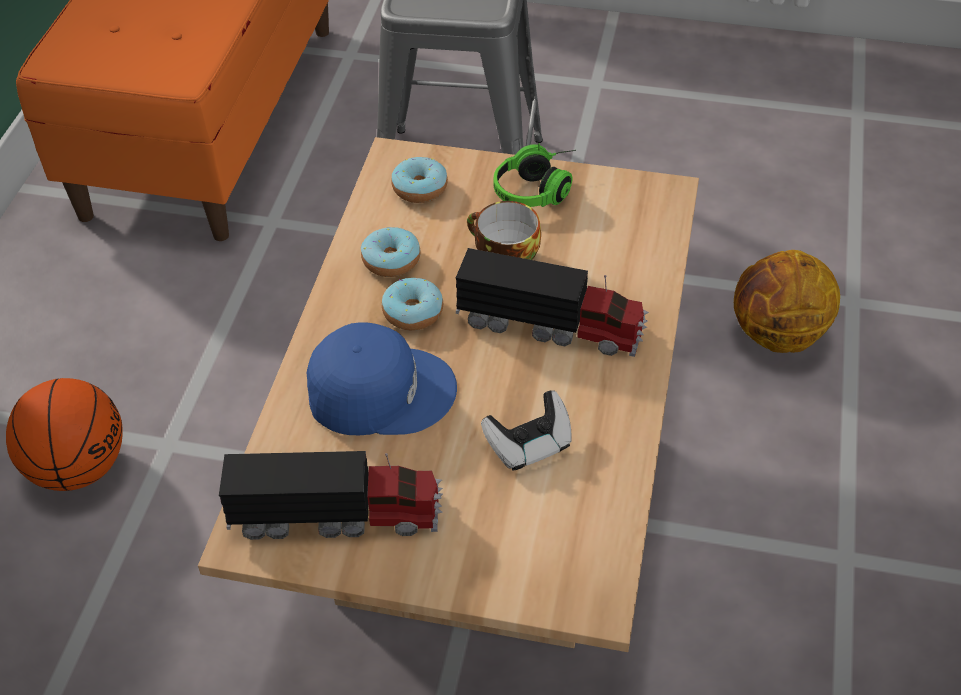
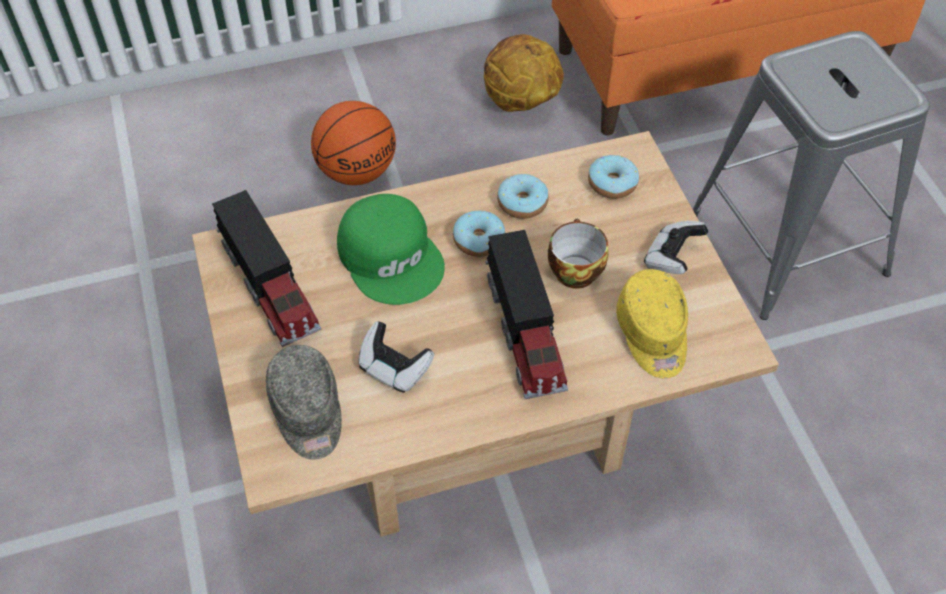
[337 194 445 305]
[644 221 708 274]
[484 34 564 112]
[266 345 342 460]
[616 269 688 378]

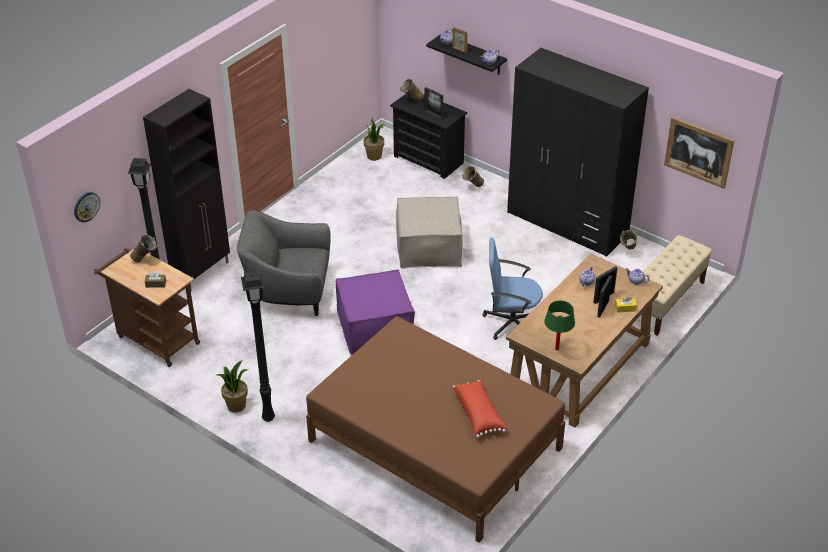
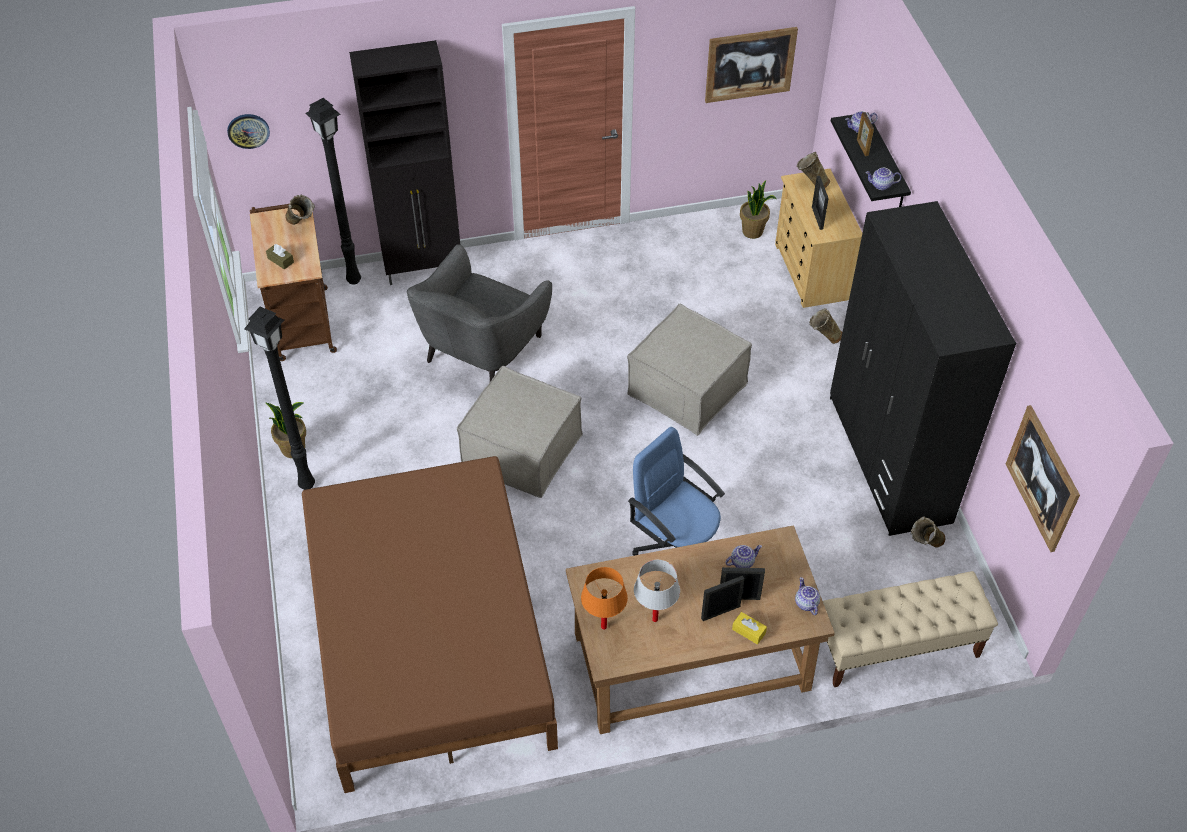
[407 244 552 382]
[457 366 583 498]
[775 169 862 308]
[453 380 507 438] (first image)
[581 567 628 630]
[634 560 680 622]
[705 27 798 103]

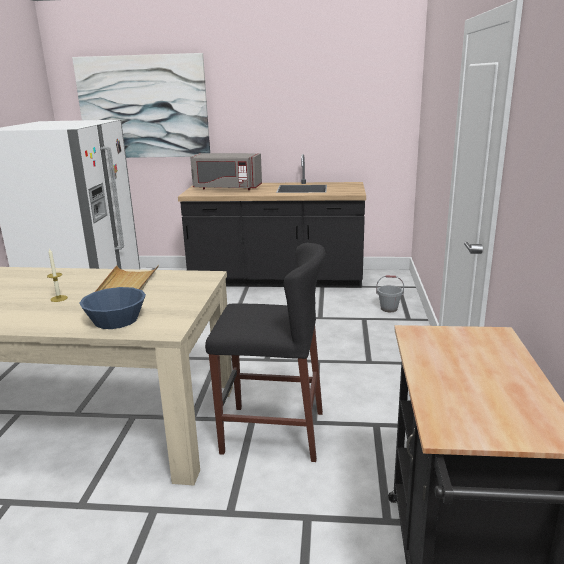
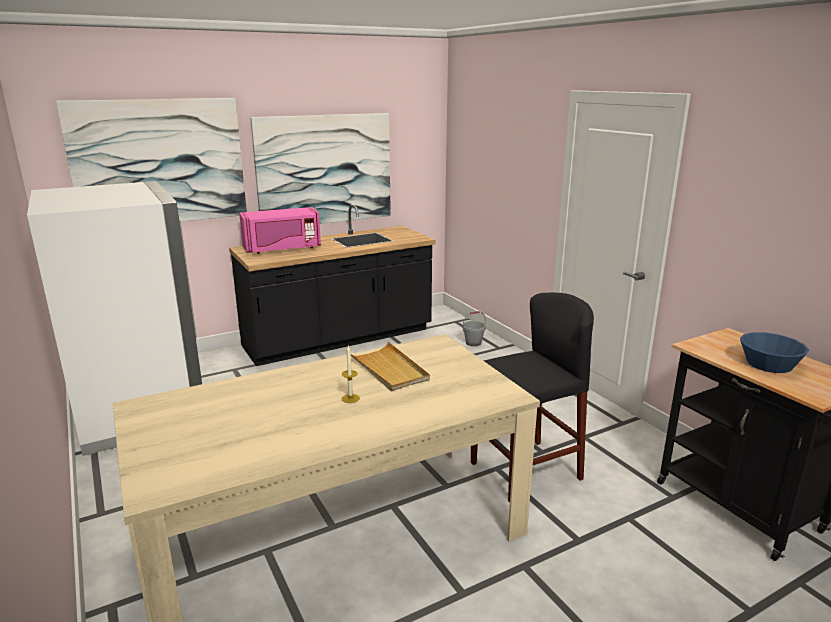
[740 332 809 373]
[239 207 321 254]
[250 113 391 224]

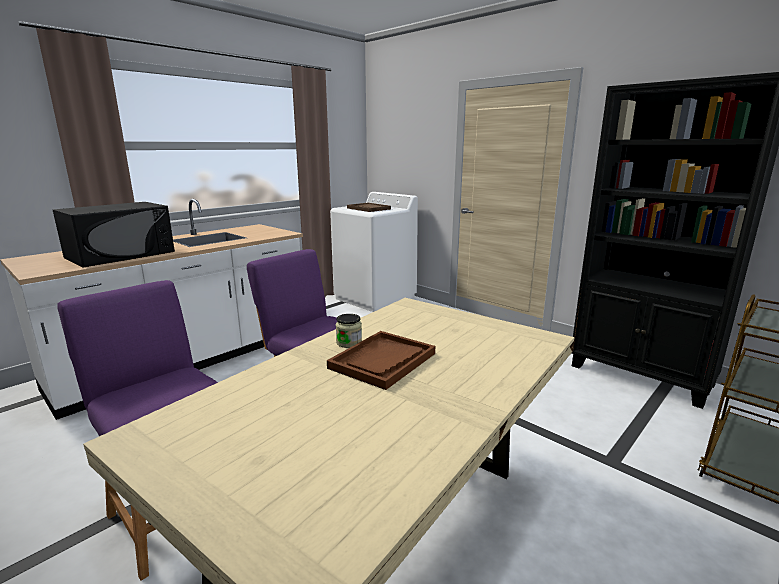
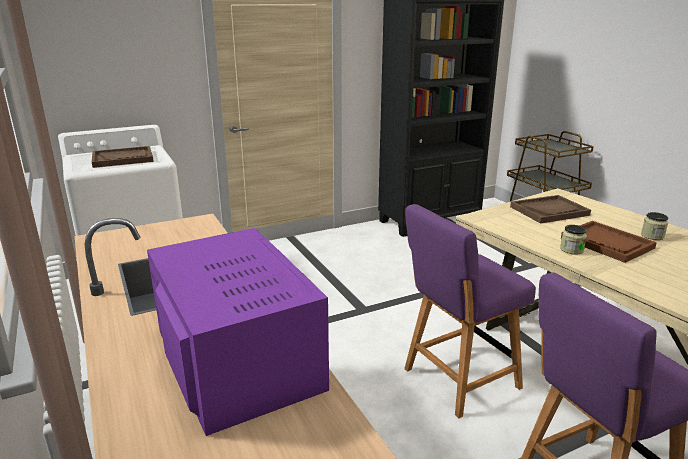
[147 228 329 436]
[510 195 591 224]
[641 212 668 240]

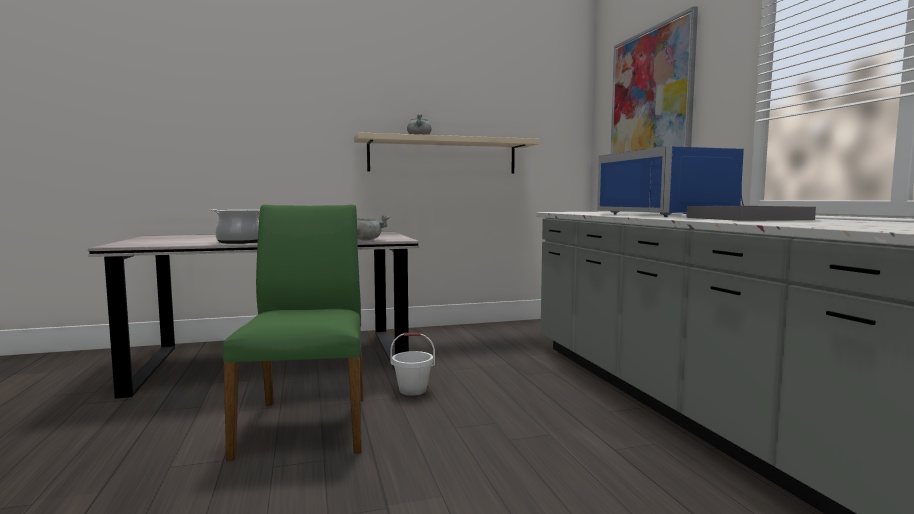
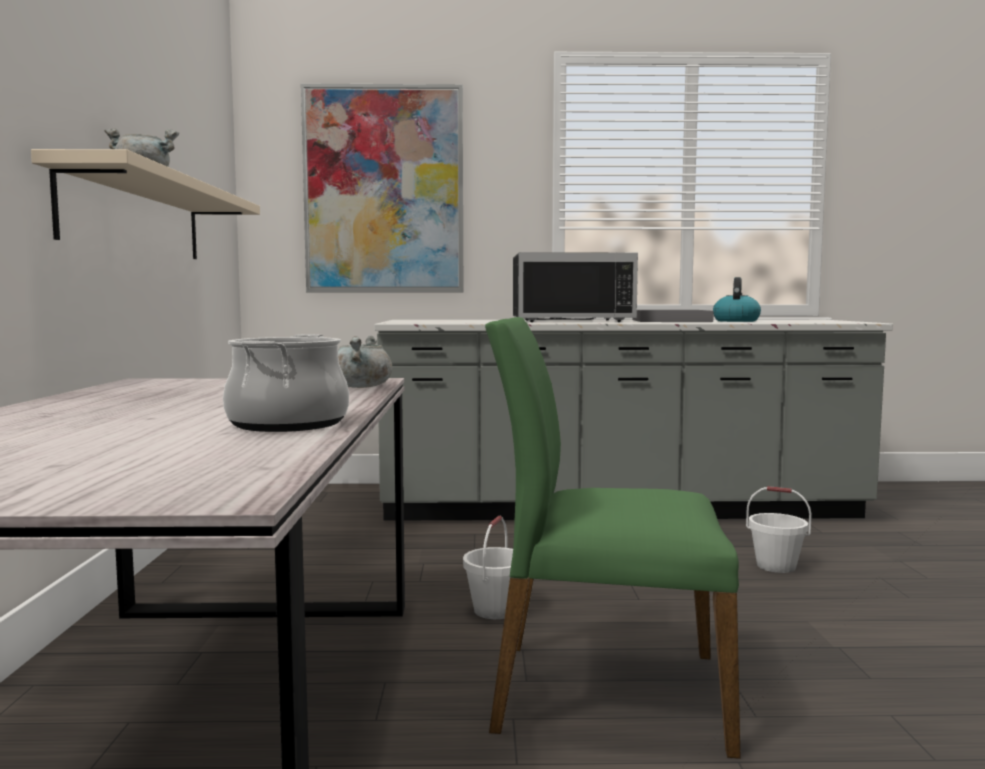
[513 252 638 322]
[713 277 761 322]
[746 486 812 573]

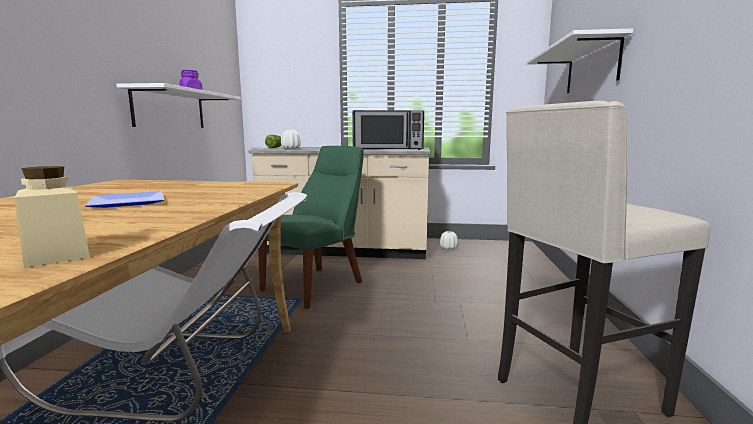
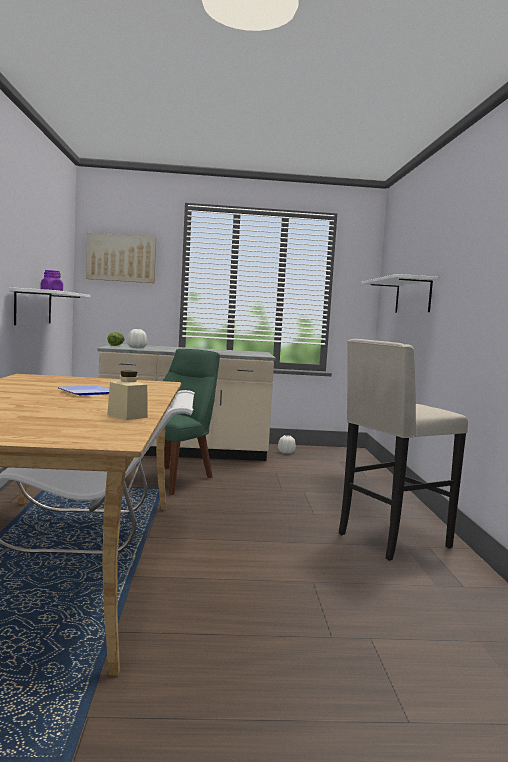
[352 110 424 150] (first image)
[86 233 156 283]

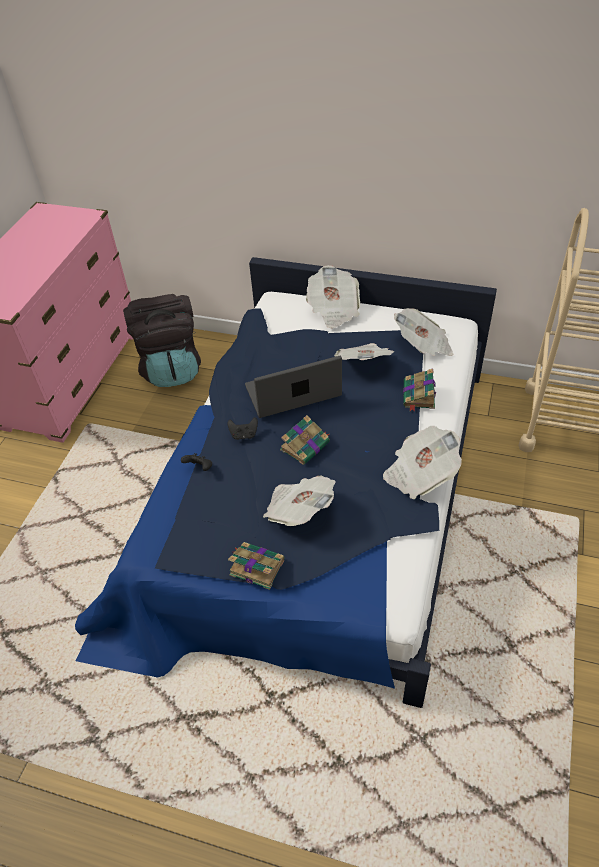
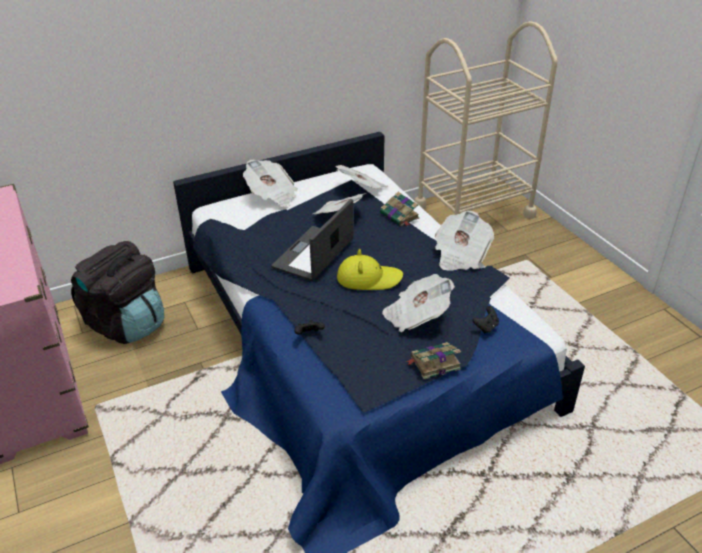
[473 306 499 333]
[337 249 403 290]

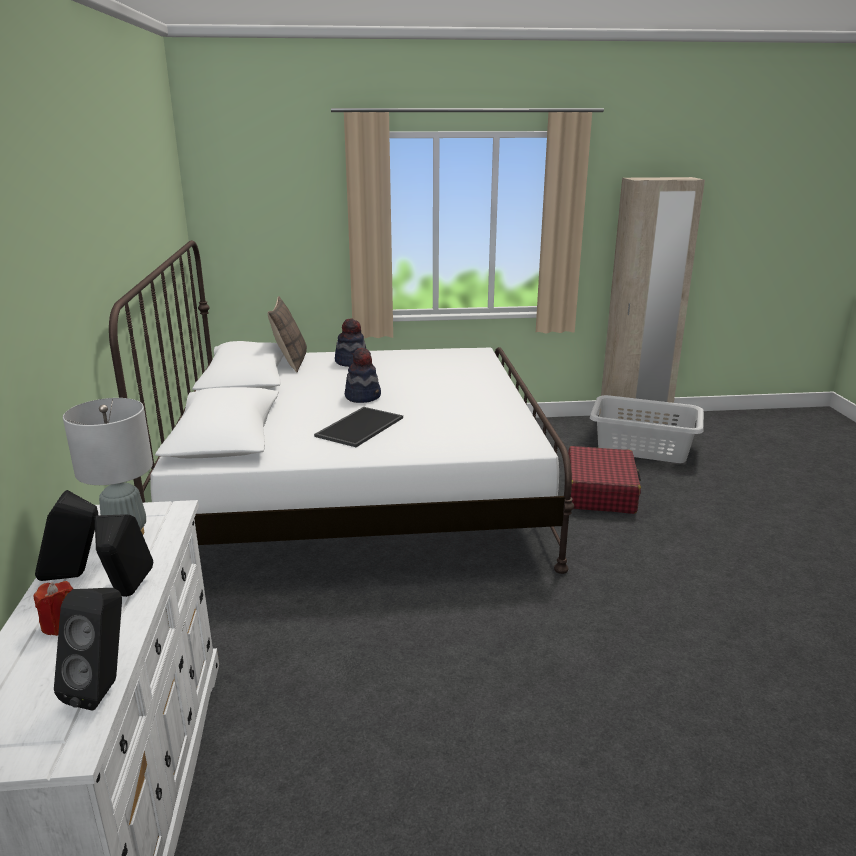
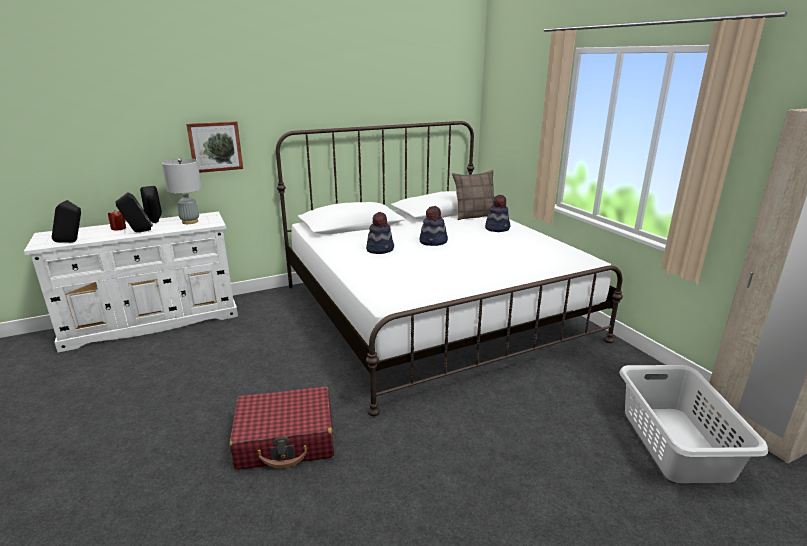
[366 212 394 254]
[229 386 334 470]
[186 121 243 173]

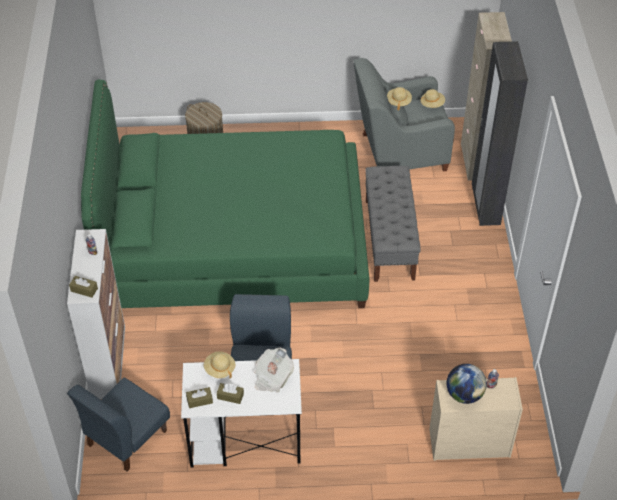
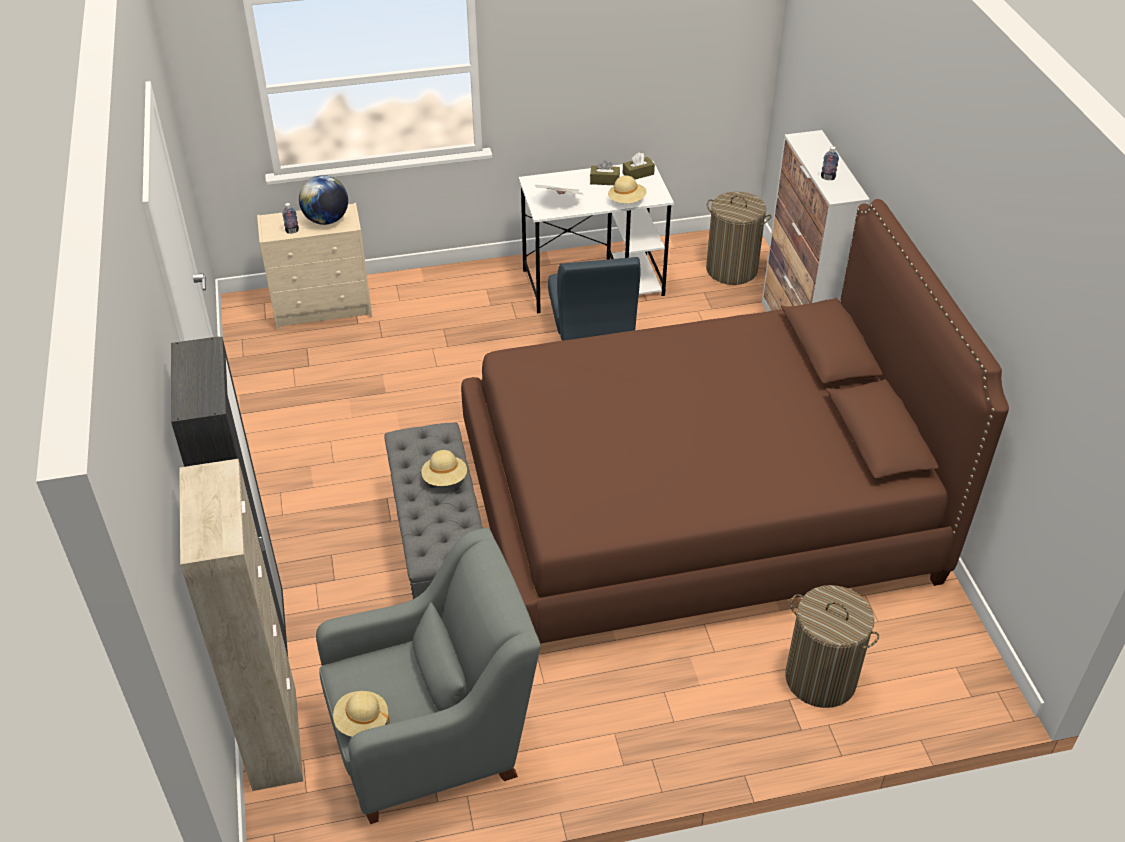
[706 192 772 285]
[69 276 98 298] (first image)
[461 199 1009 644]
[421 450 467 486]

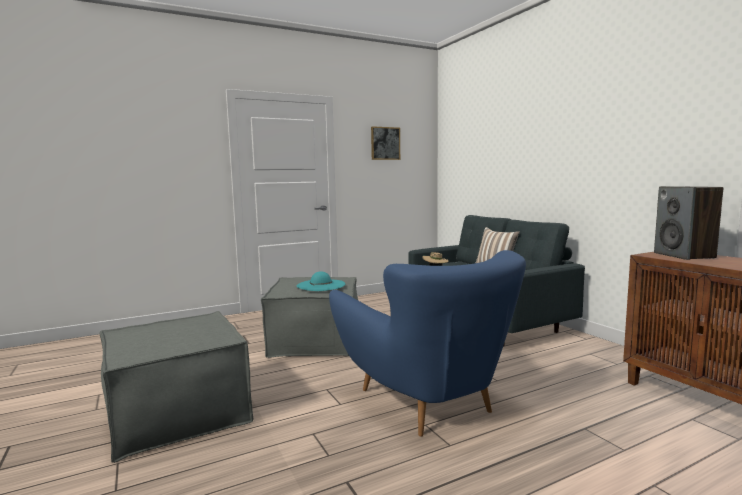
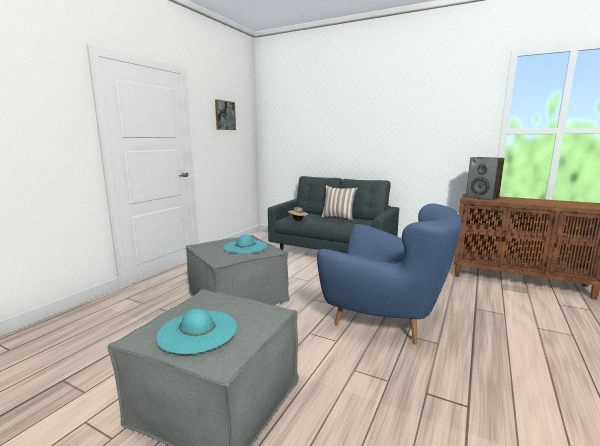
[156 308 237 354]

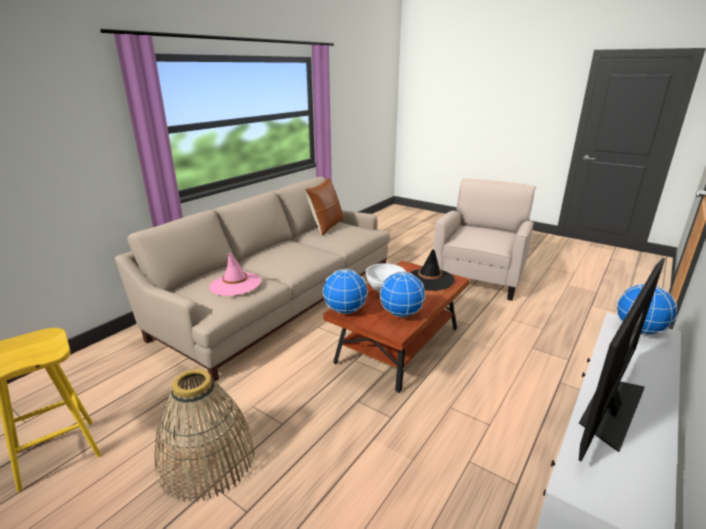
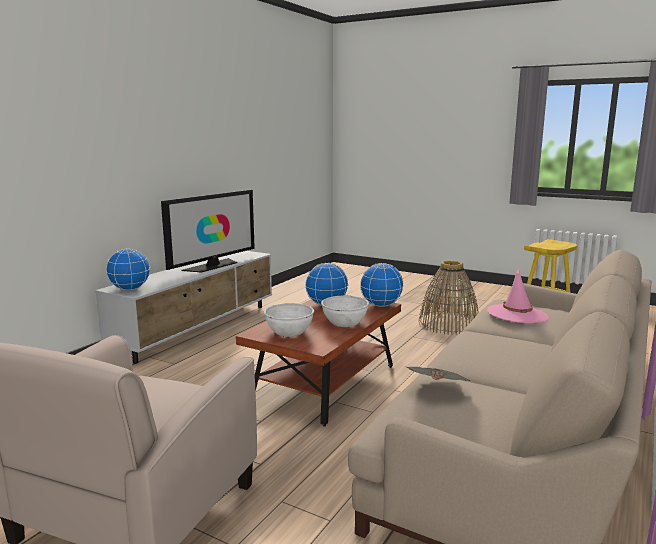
[305 178 344 236] (first image)
[264 303 314 337]
[404 366 470 381]

